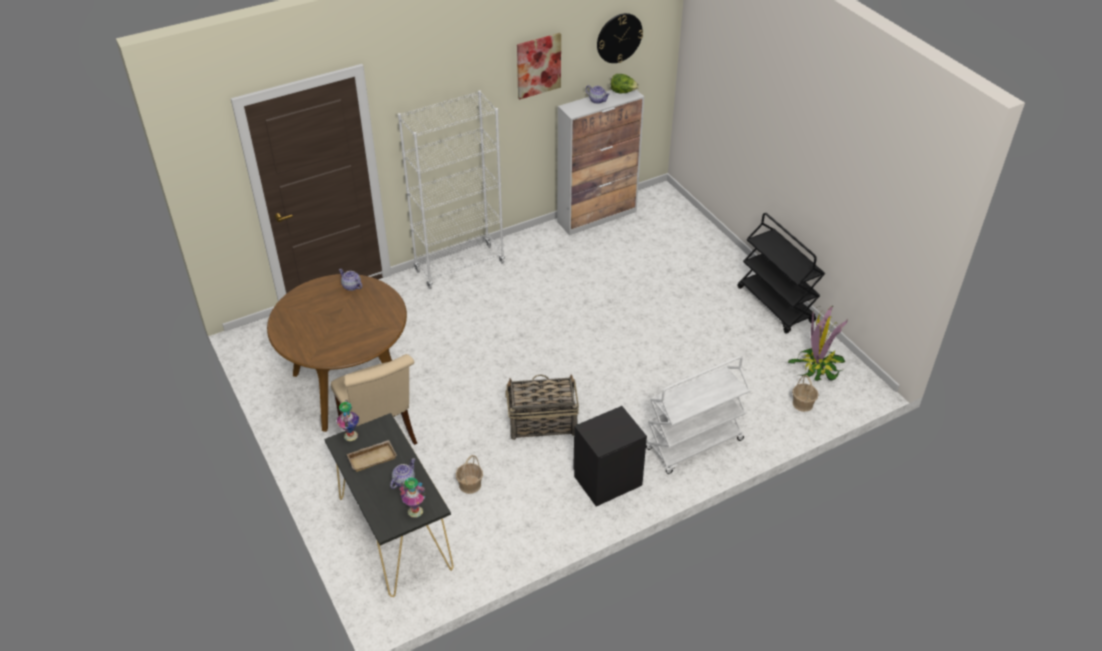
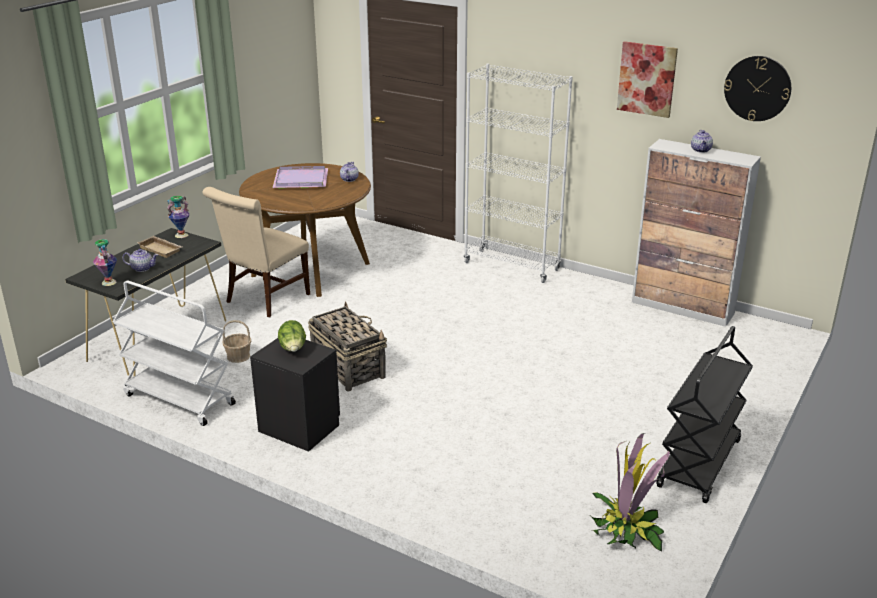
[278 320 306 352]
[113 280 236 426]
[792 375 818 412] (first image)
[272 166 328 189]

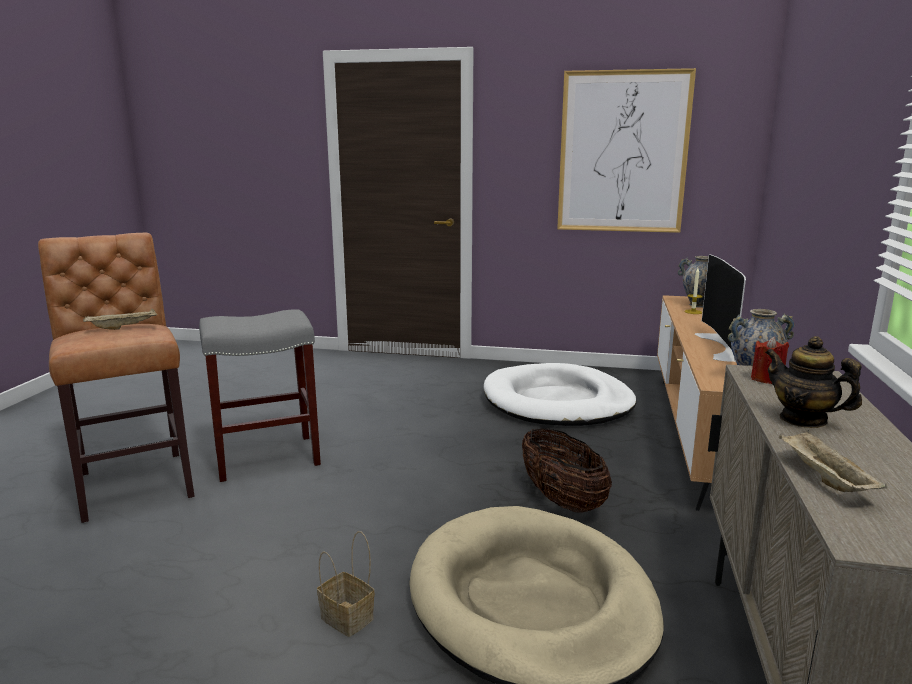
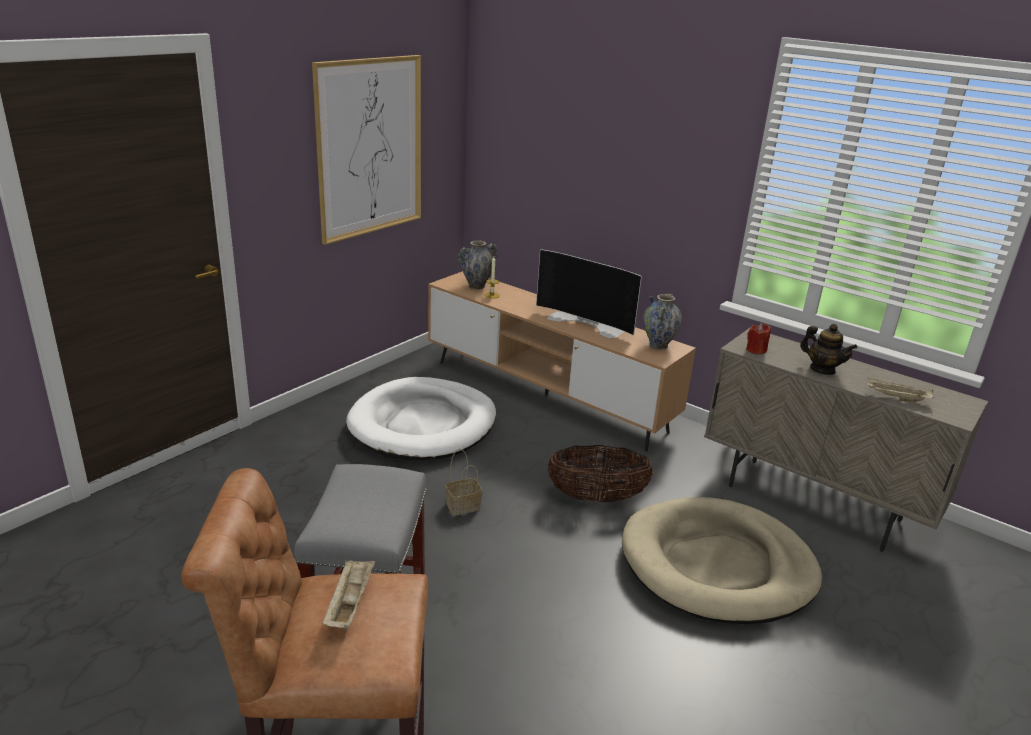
[445 449 482 516]
[800 324 857 375]

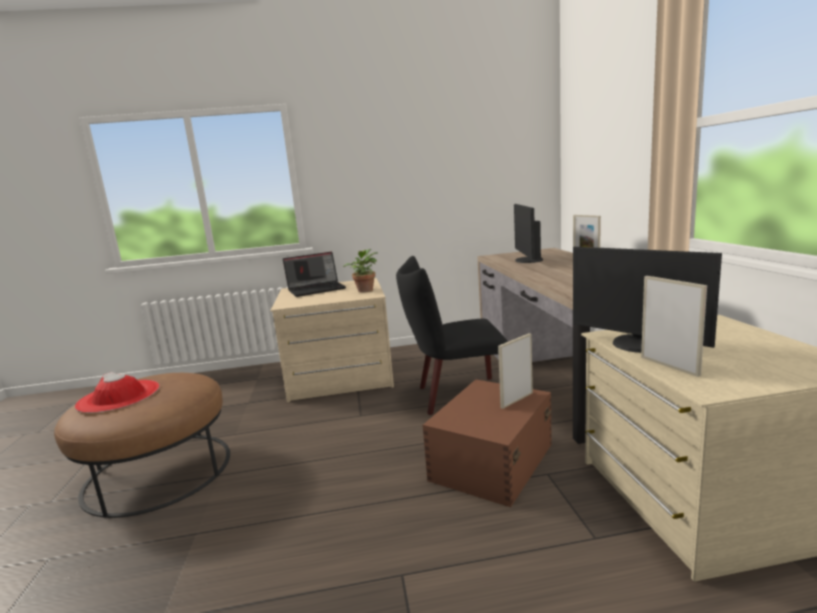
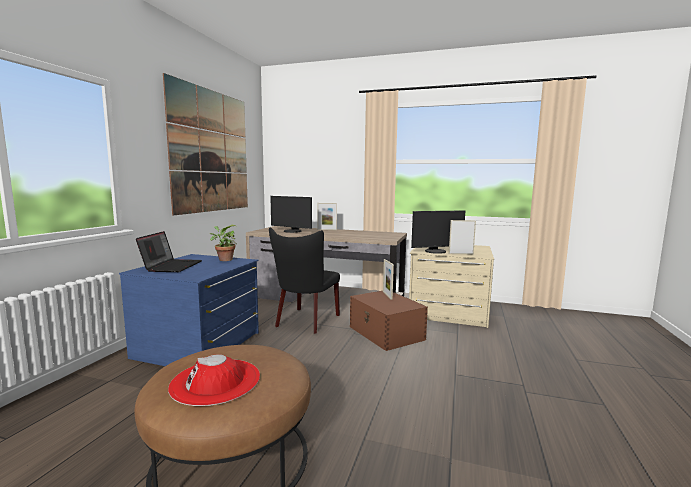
[119 254 259 366]
[163 73 248 216]

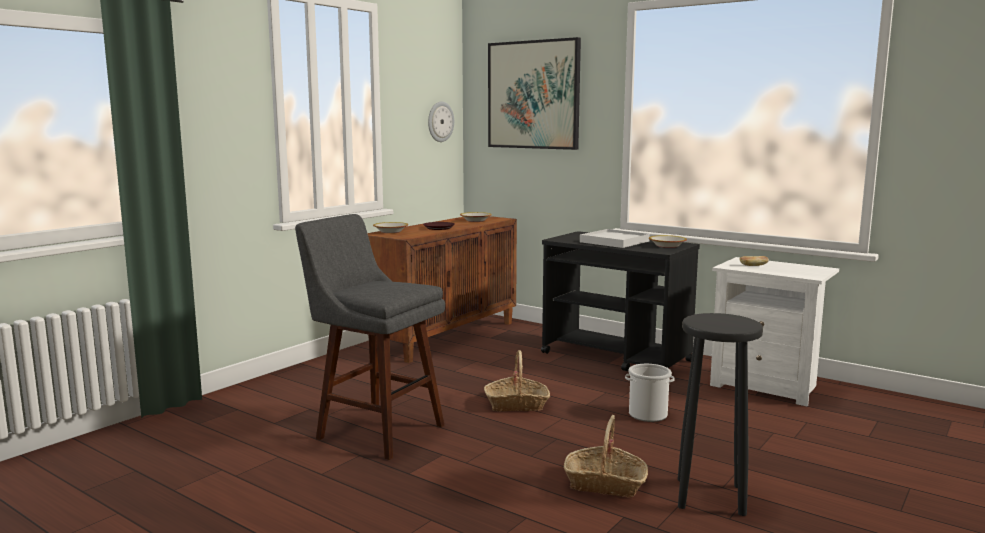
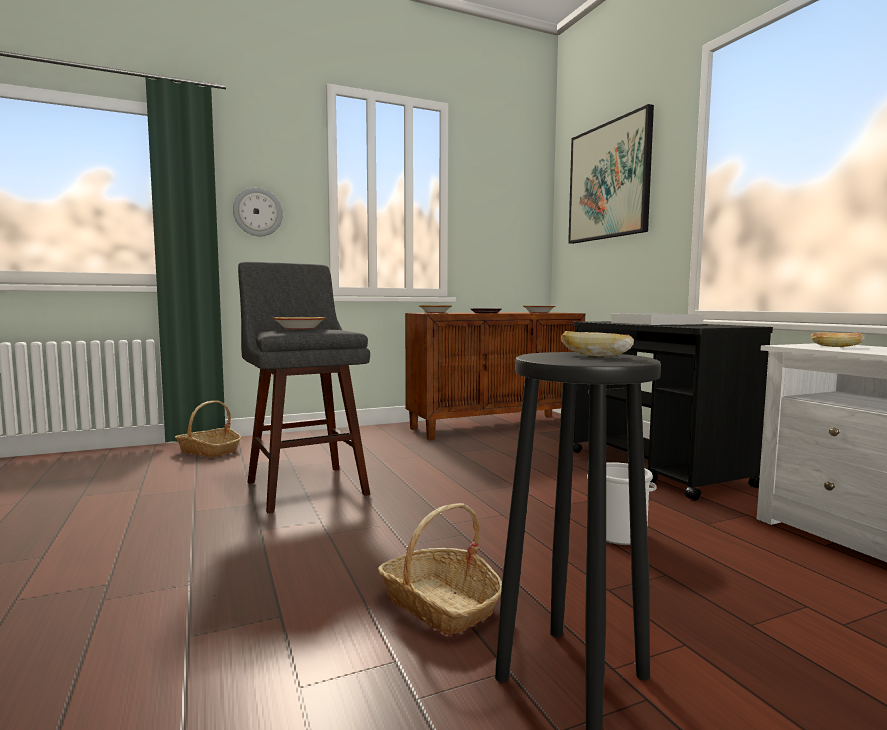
[233 188 283 236]
[175 401 241 458]
[272 317 326 329]
[561 331 634 357]

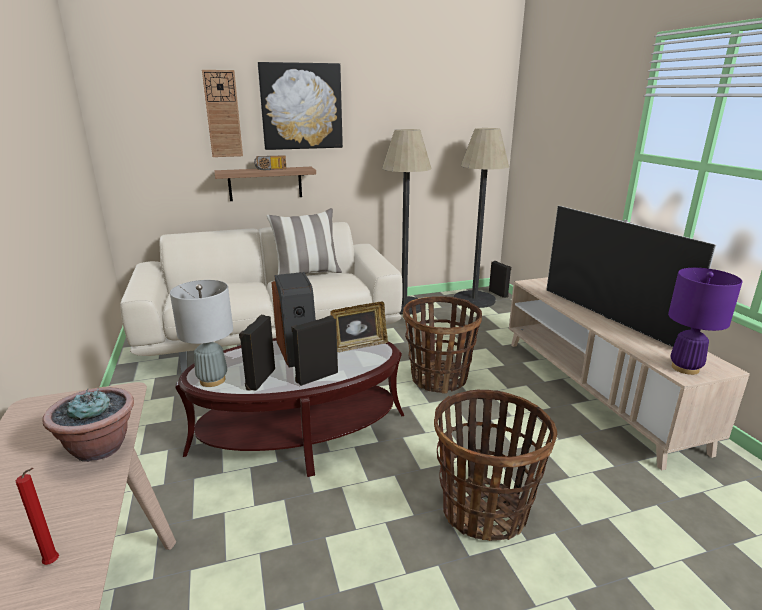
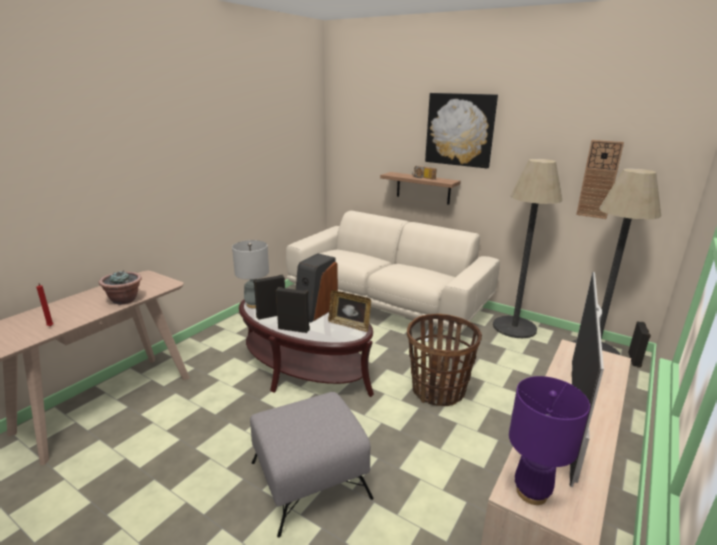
[576 140 624 219]
[267 208 342 275] (first image)
[250 392 374 538]

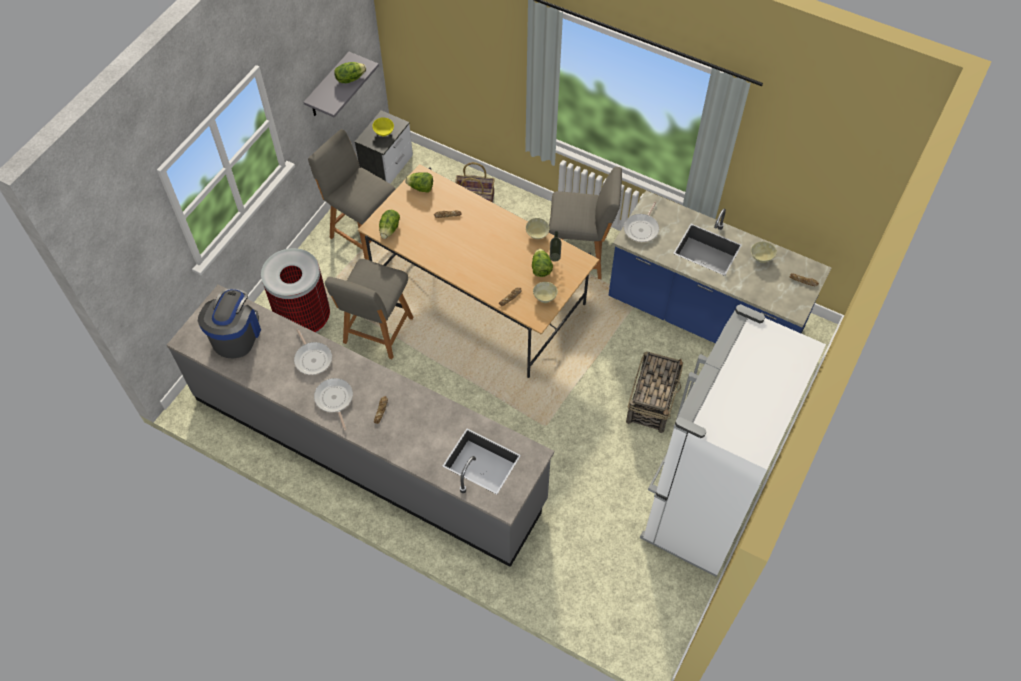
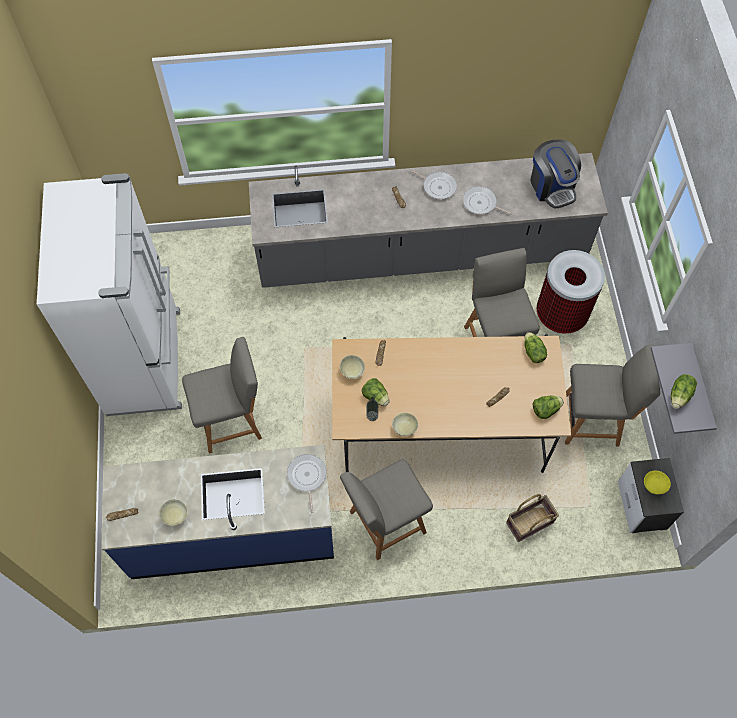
[182 337 262 454]

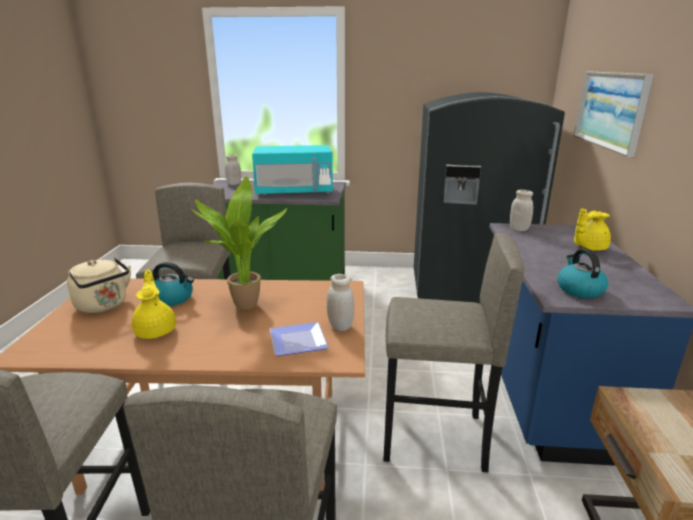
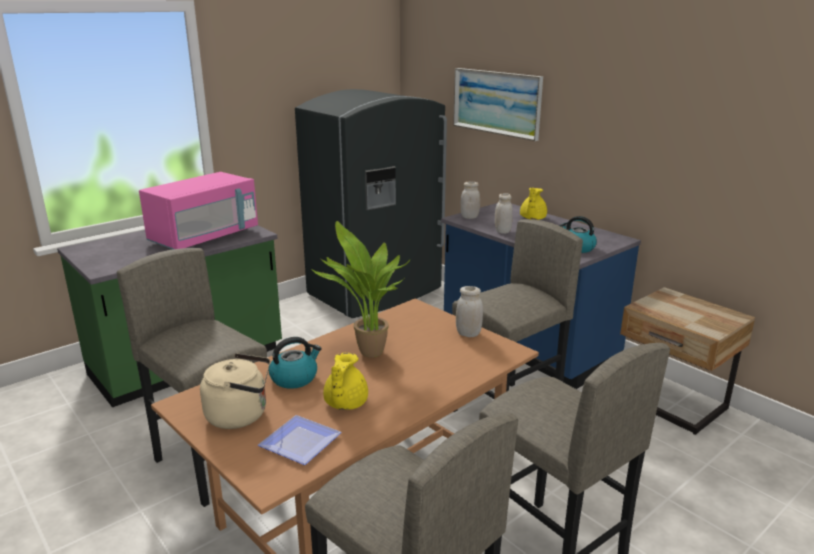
[323 353 368 410]
[495 193 513 234]
[139 172 258 249]
[258 415 342 465]

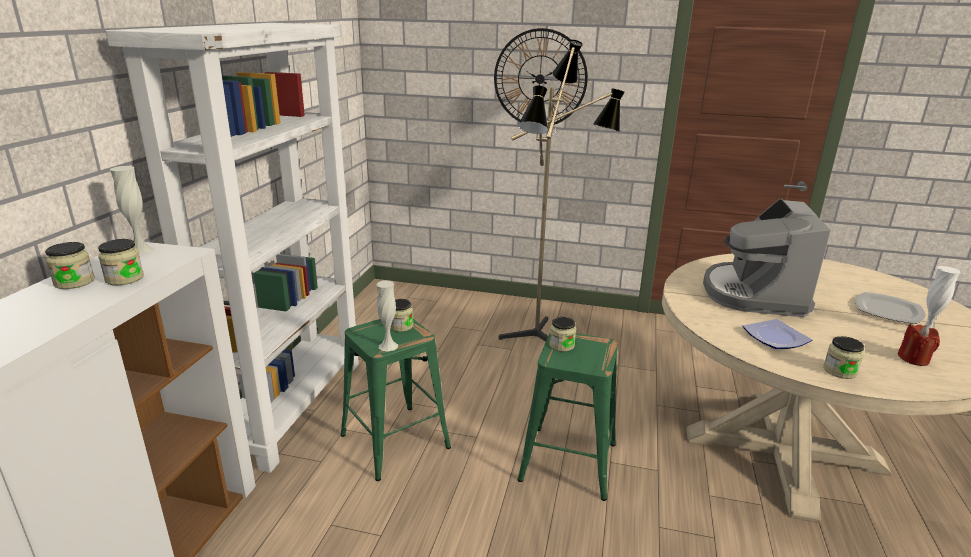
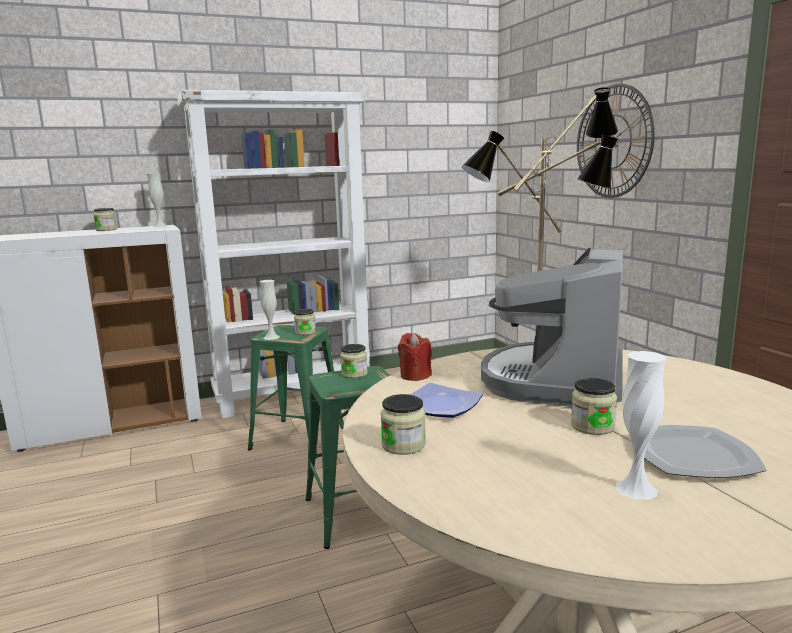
[571 378 617 435]
[481 248 623 407]
[398 333 432 381]

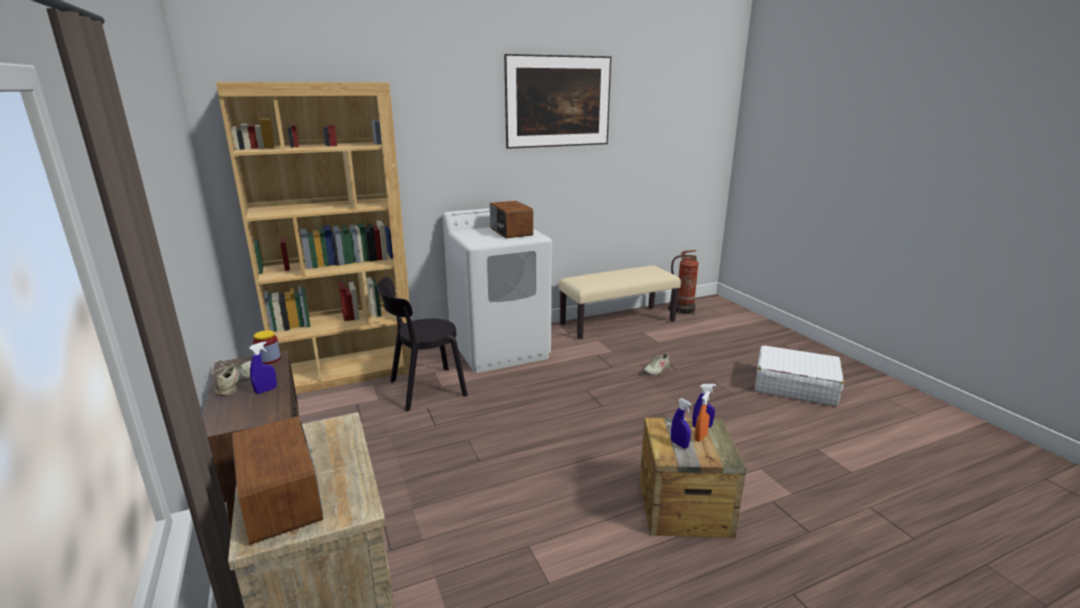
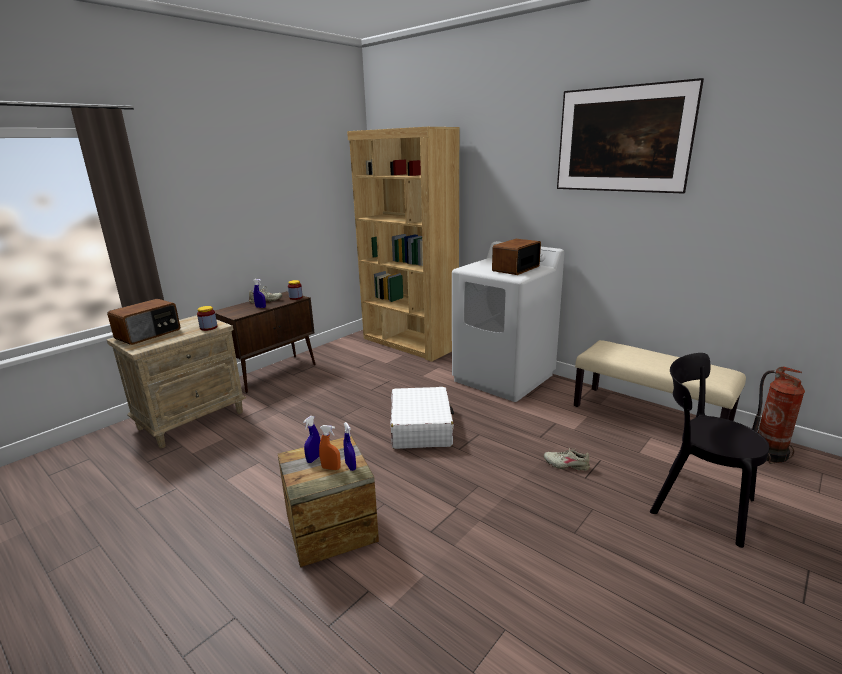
[650 353 769 548]
[390 387 454 449]
[197 306 218 331]

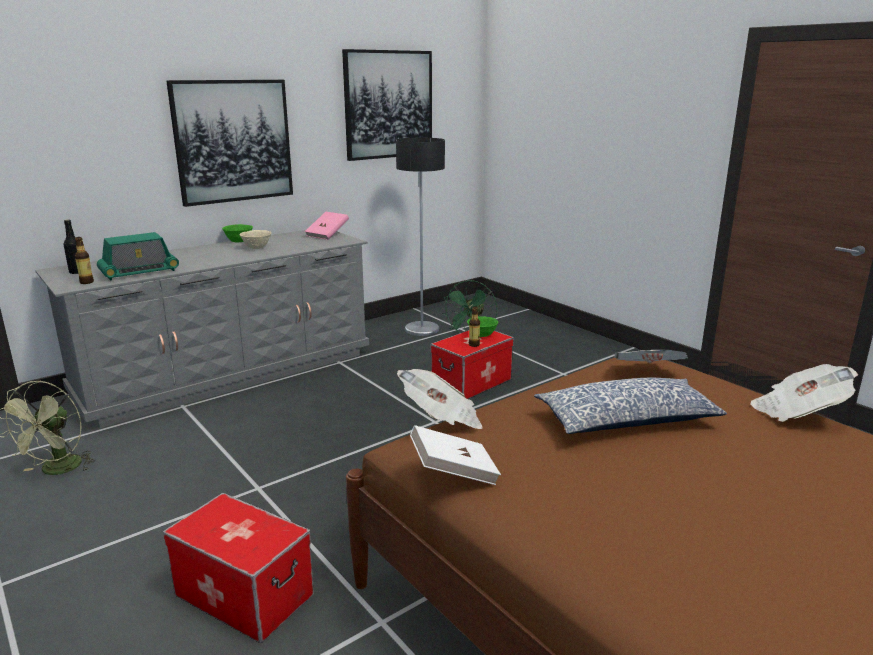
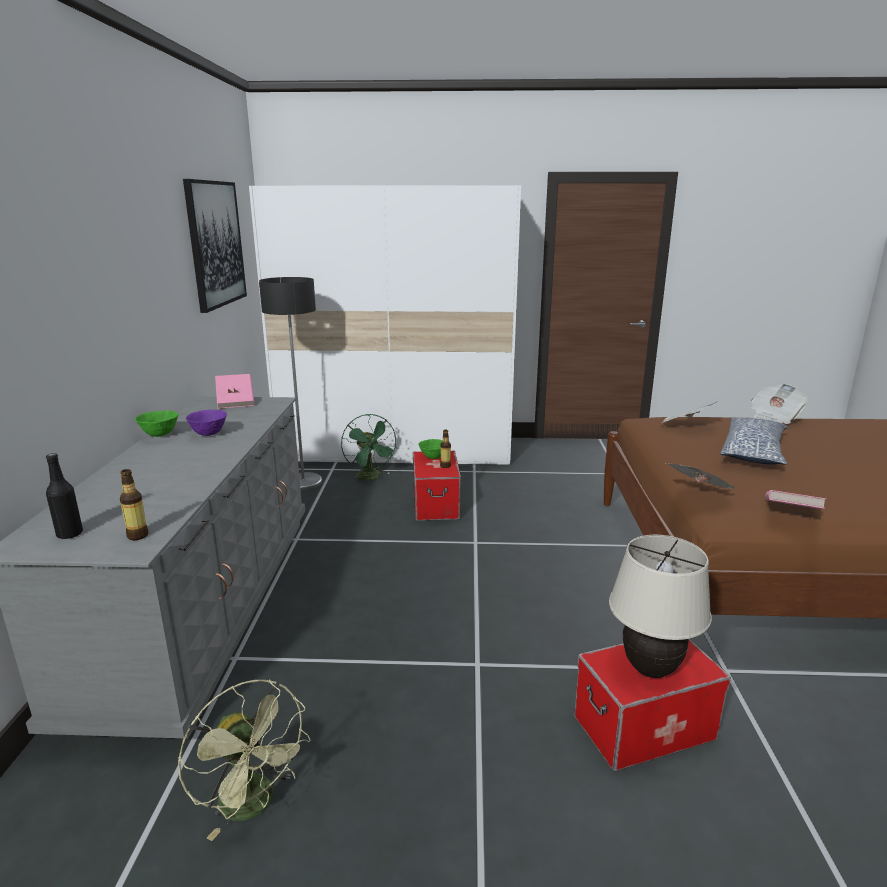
[97 232 179 281] (first image)
[166 80 293 207] (first image)
[186 410 227 436]
[765 490 826 509]
[249 185 521 465]
[609 535 712 678]

